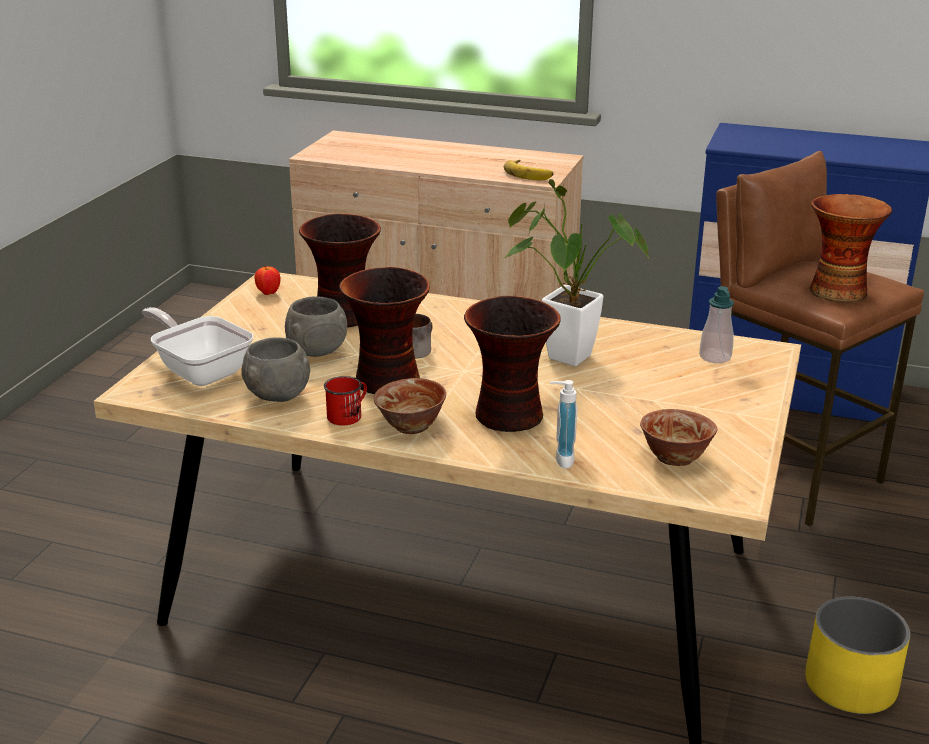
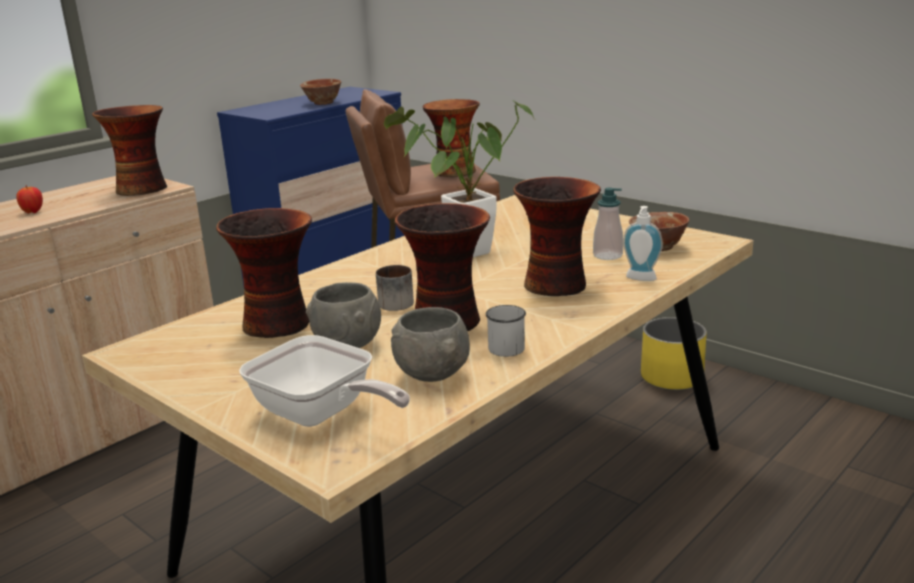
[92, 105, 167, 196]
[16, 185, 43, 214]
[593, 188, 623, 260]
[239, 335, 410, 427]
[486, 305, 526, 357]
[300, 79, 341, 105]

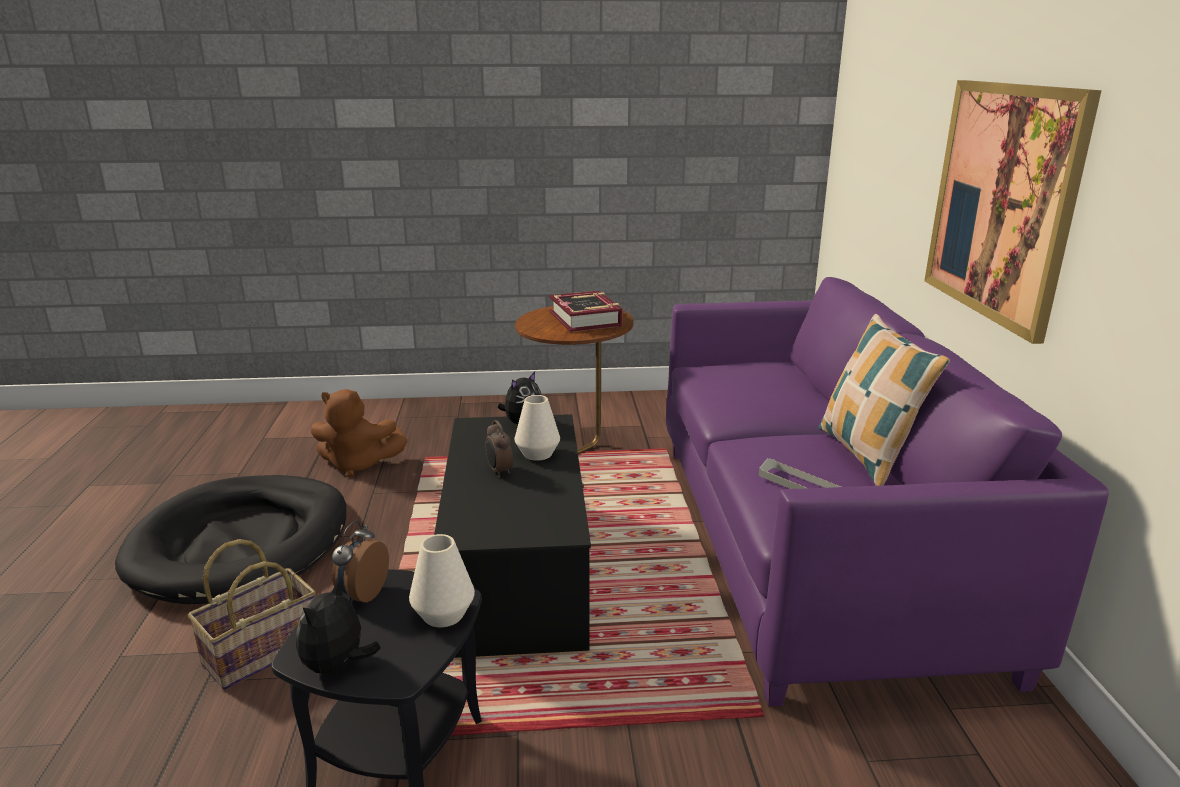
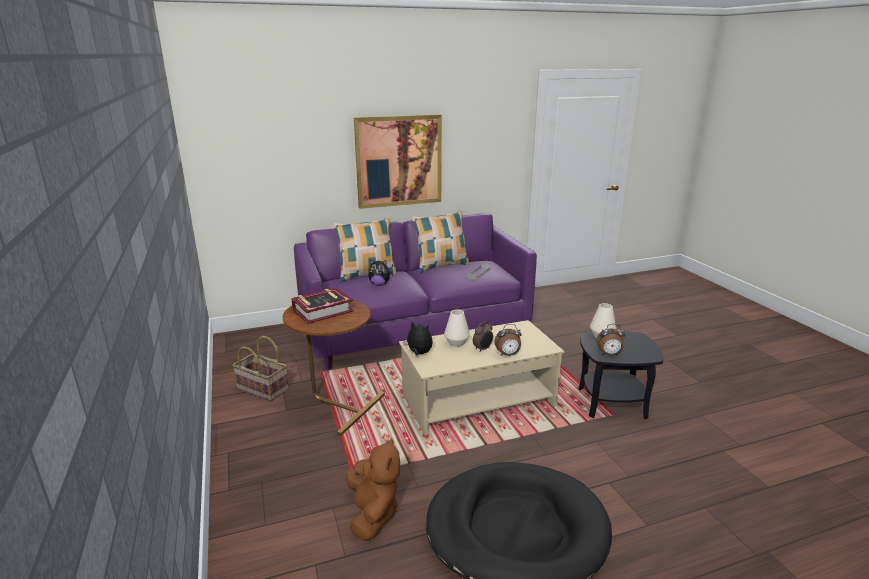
[399, 320, 564, 435]
[232, 336, 289, 402]
[368, 259, 393, 286]
[333, 218, 396, 282]
[494, 324, 522, 356]

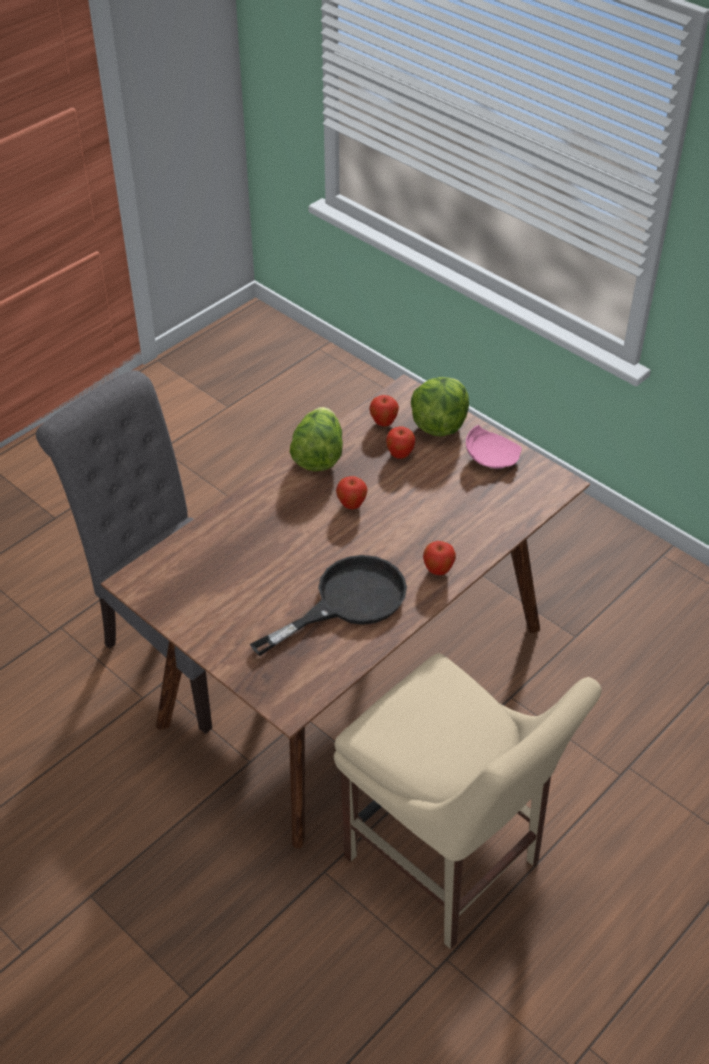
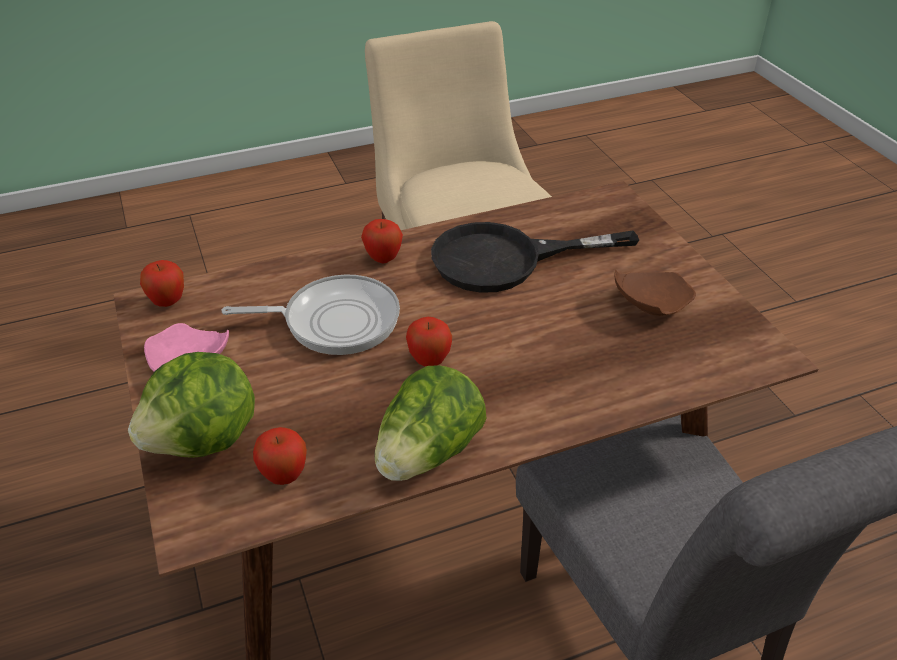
[140, 260, 184, 307]
[615, 270, 696, 316]
[221, 274, 400, 355]

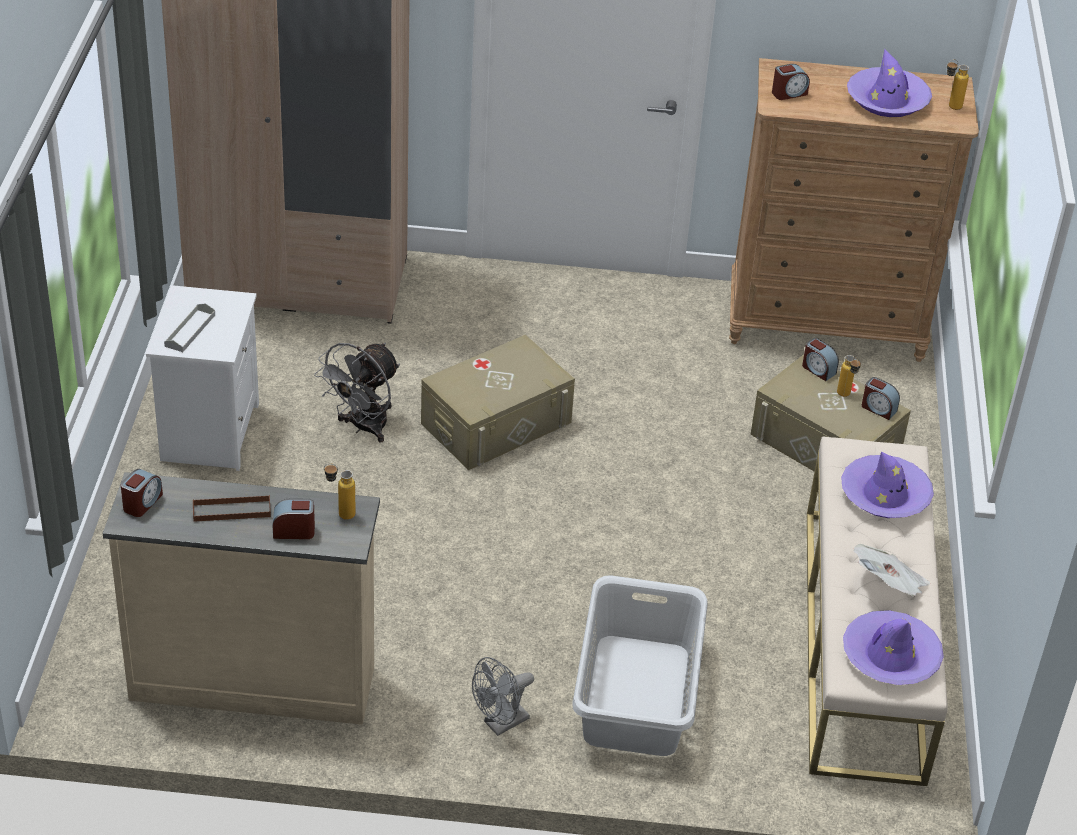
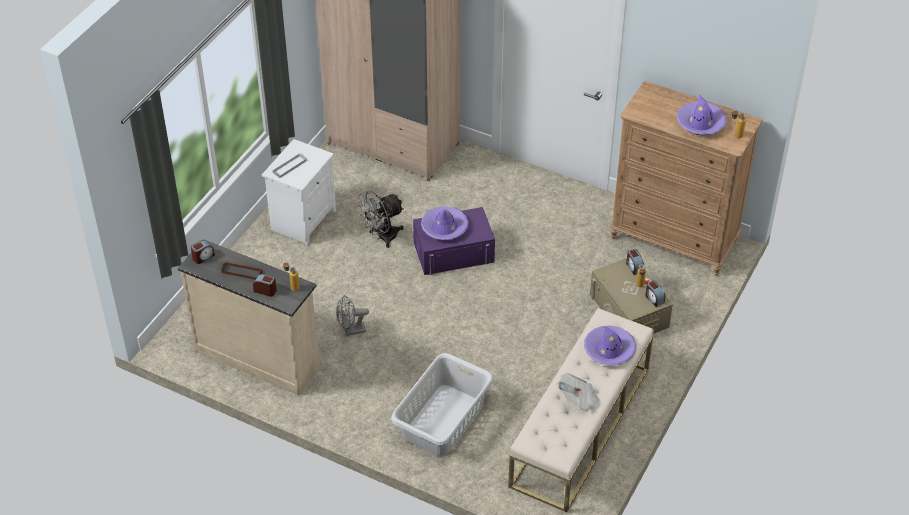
[772, 64, 810, 100] (first image)
[413, 207, 495, 275]
[421, 206, 469, 240]
[336, 295, 369, 336]

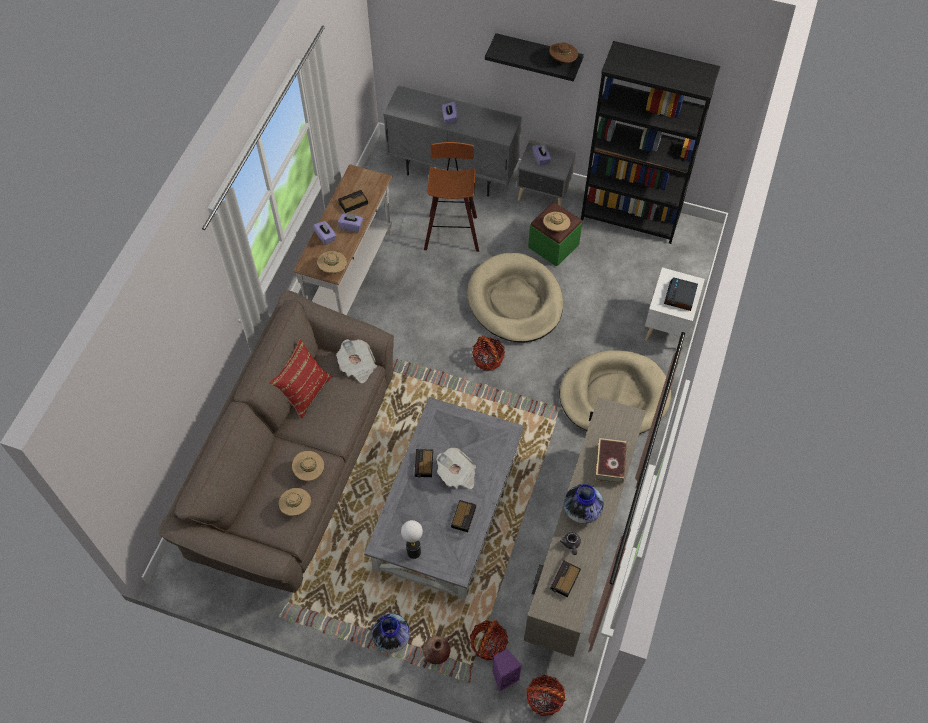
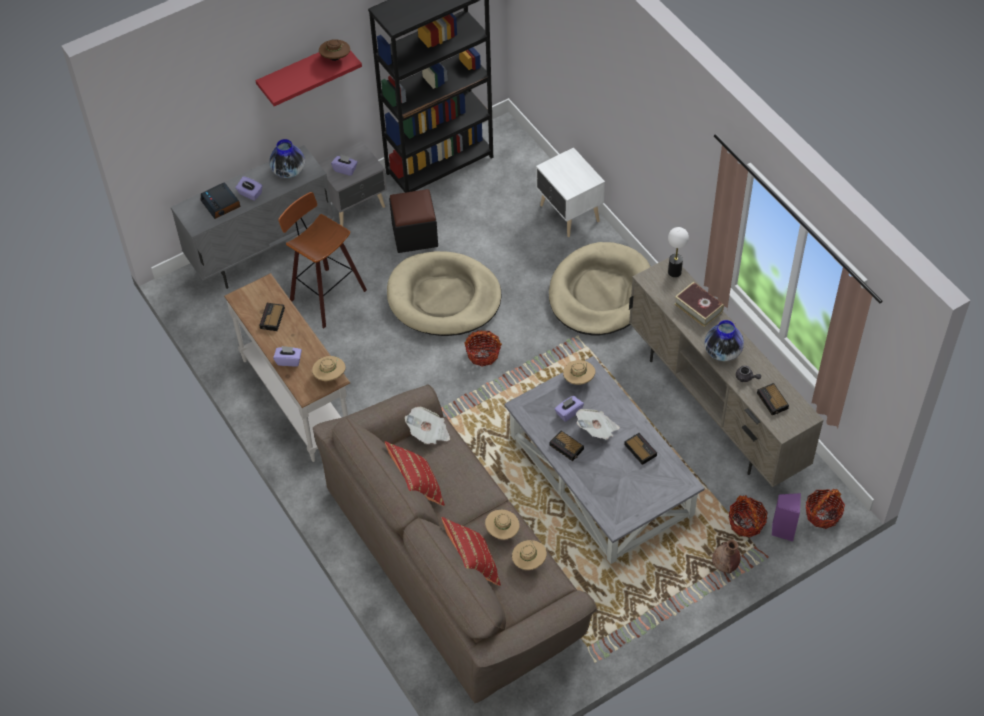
[256, 50, 362, 106]
[389, 189, 438, 253]
[563, 360, 595, 385]
[555, 396, 584, 422]
[201, 182, 240, 219]
[668, 227, 689, 277]
[269, 139, 305, 178]
[442, 517, 501, 586]

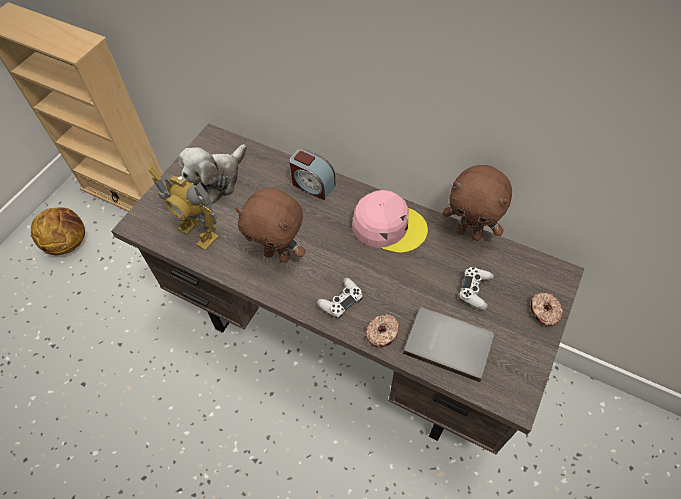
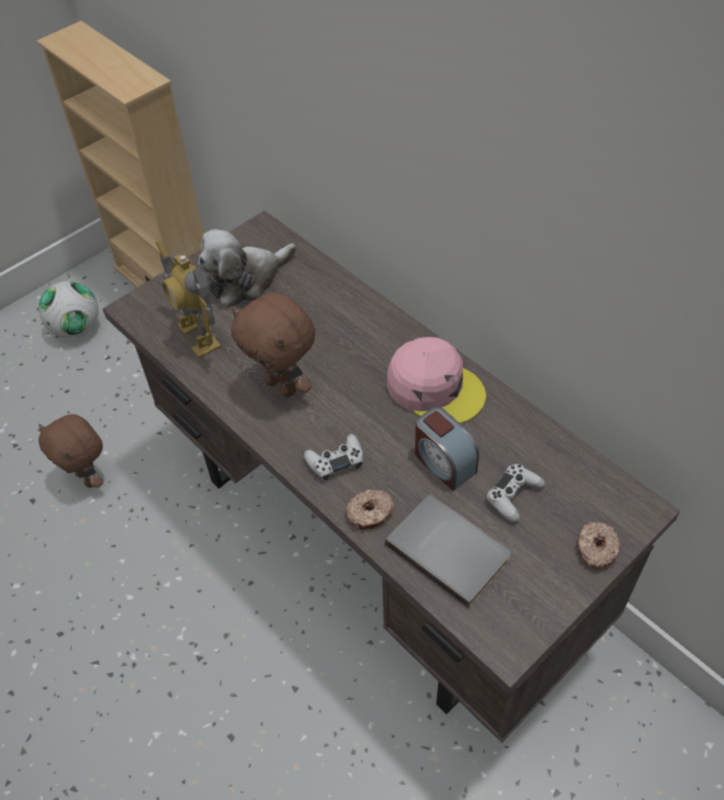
[415, 407, 479, 491]
[38, 414, 103, 488]
[39, 281, 99, 338]

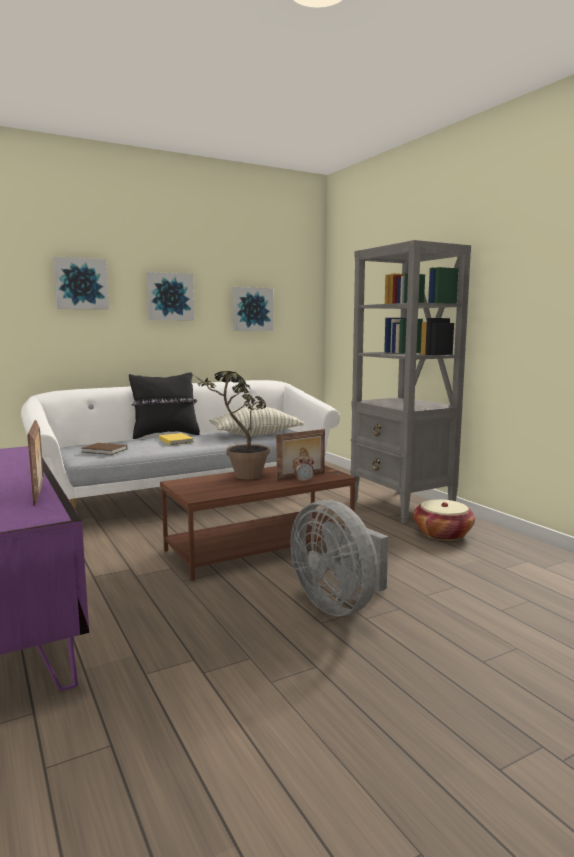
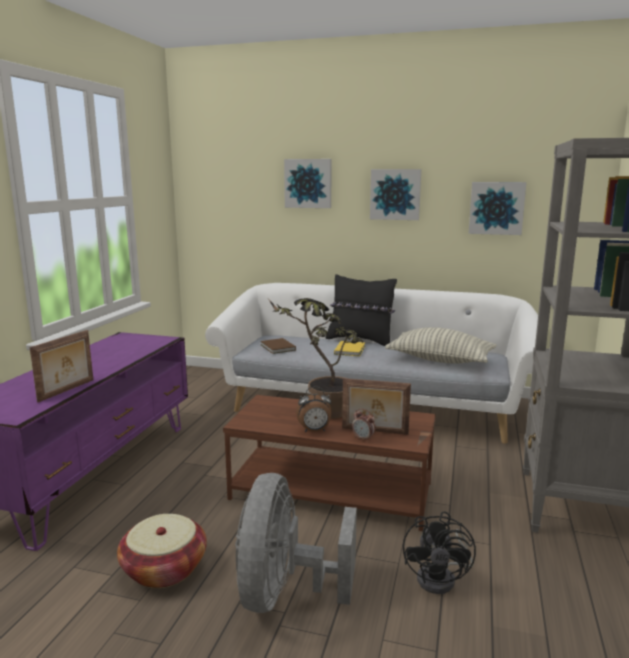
[117, 514, 207, 588]
[296, 387, 332, 432]
[403, 511, 476, 594]

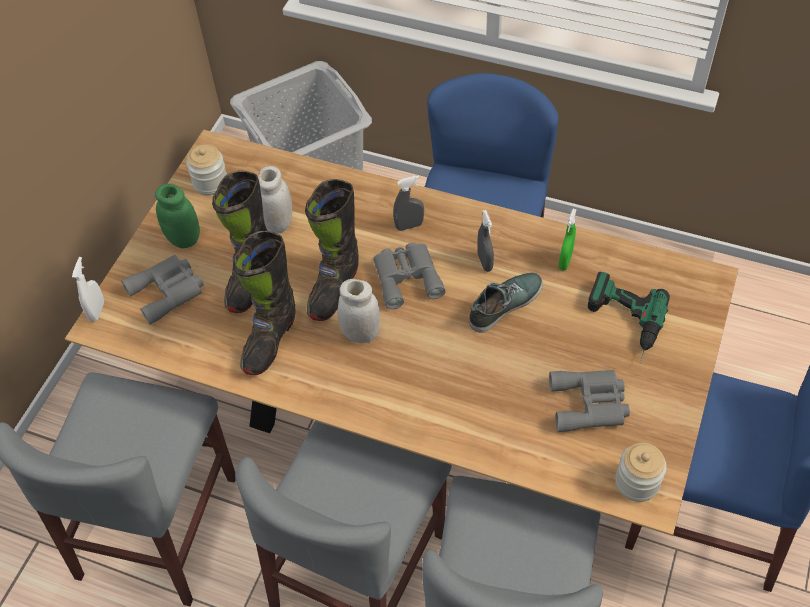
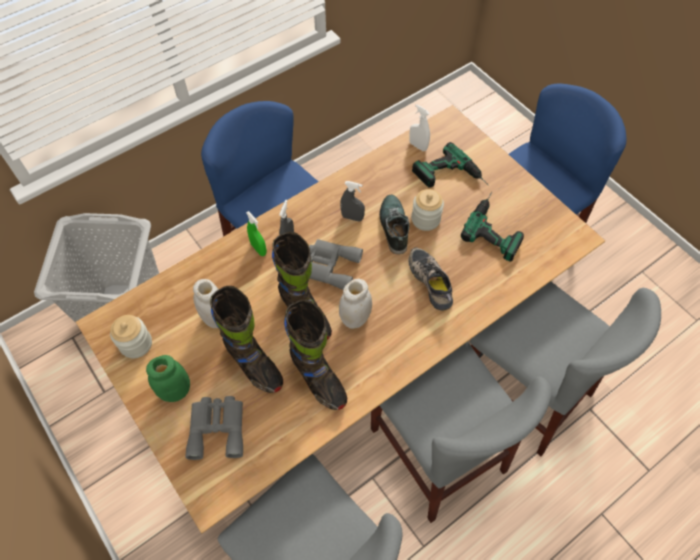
[246, 211, 267, 256]
[409, 104, 430, 151]
[461, 192, 524, 261]
[411, 189, 444, 231]
[408, 247, 453, 311]

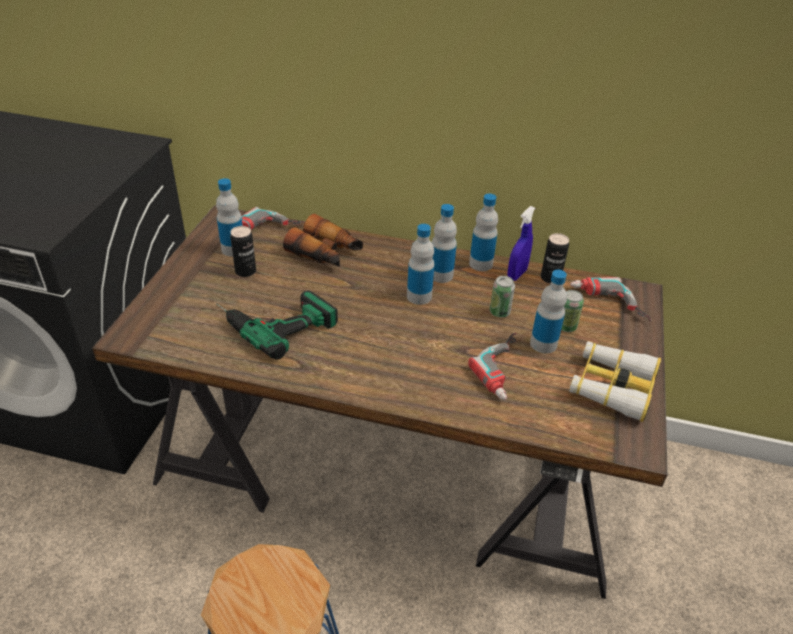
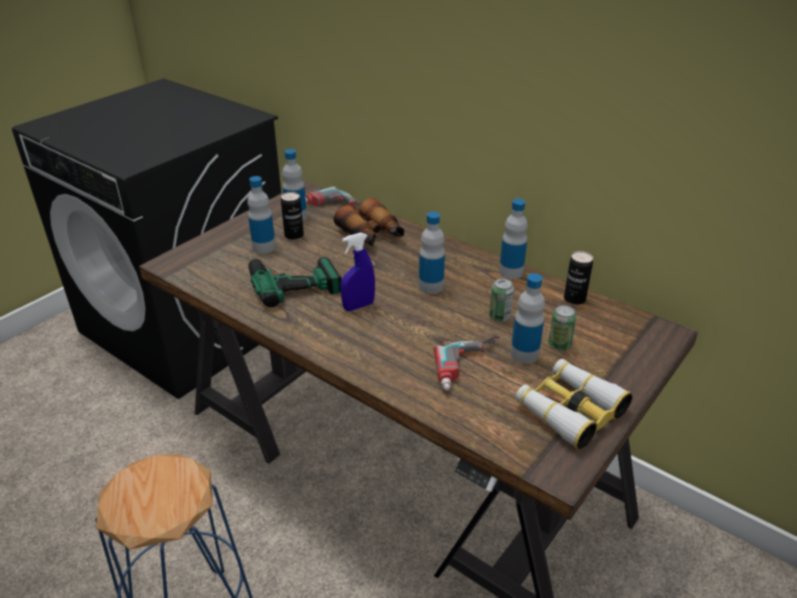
[247, 176, 276, 254]
[341, 232, 375, 311]
[570, 277, 651, 321] (first image)

